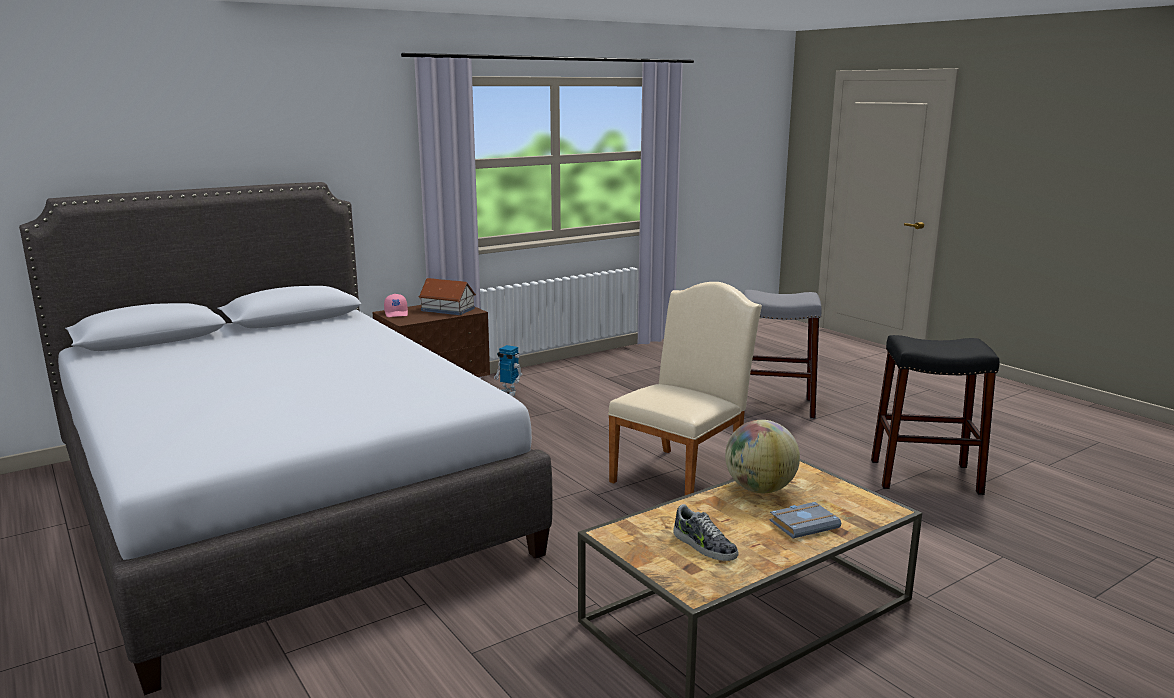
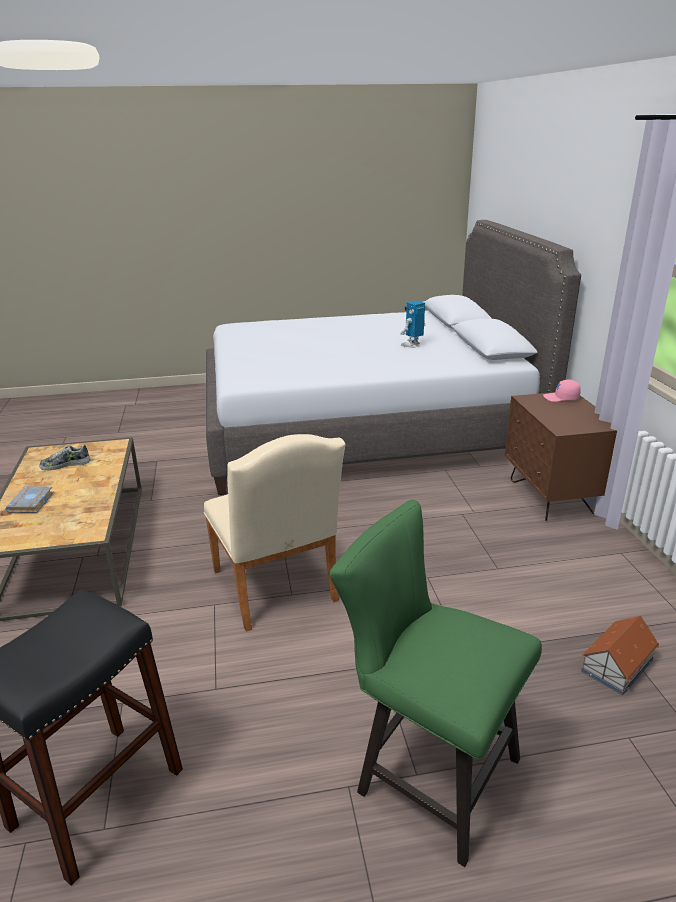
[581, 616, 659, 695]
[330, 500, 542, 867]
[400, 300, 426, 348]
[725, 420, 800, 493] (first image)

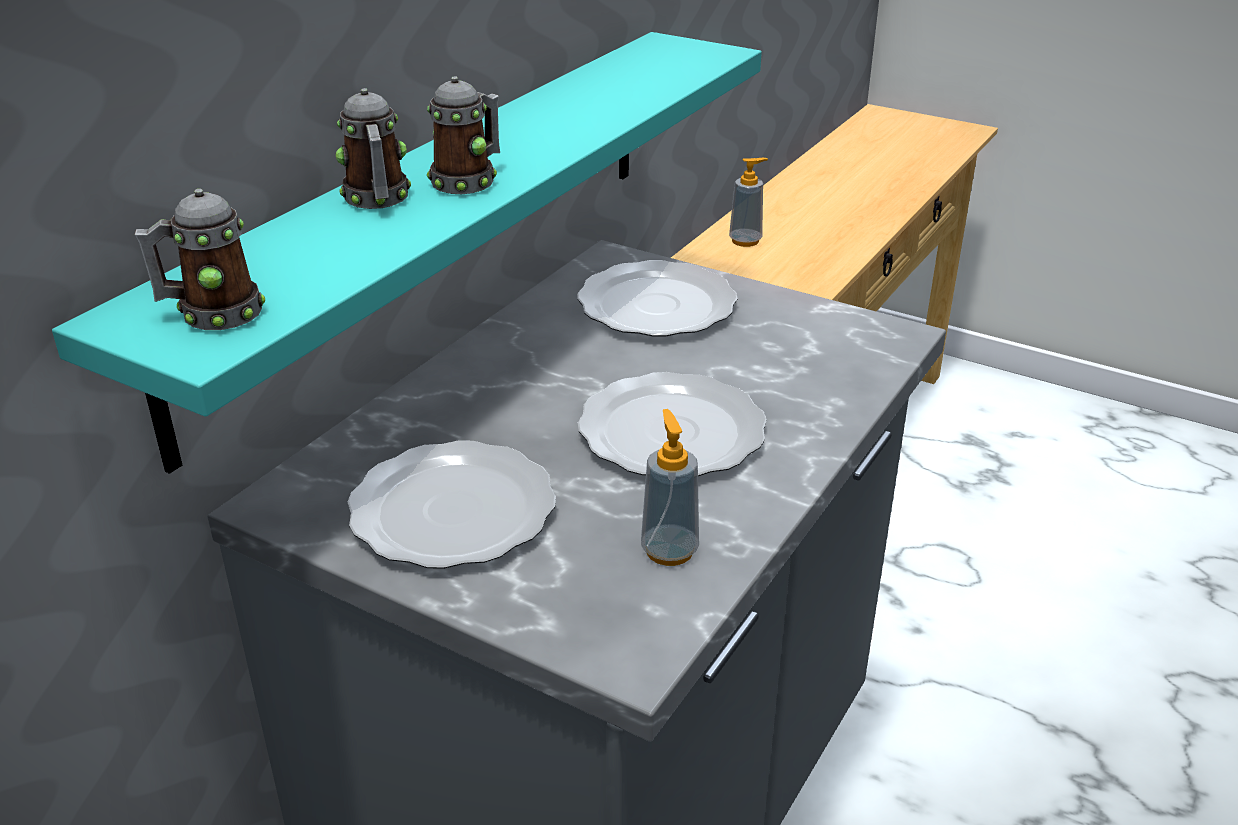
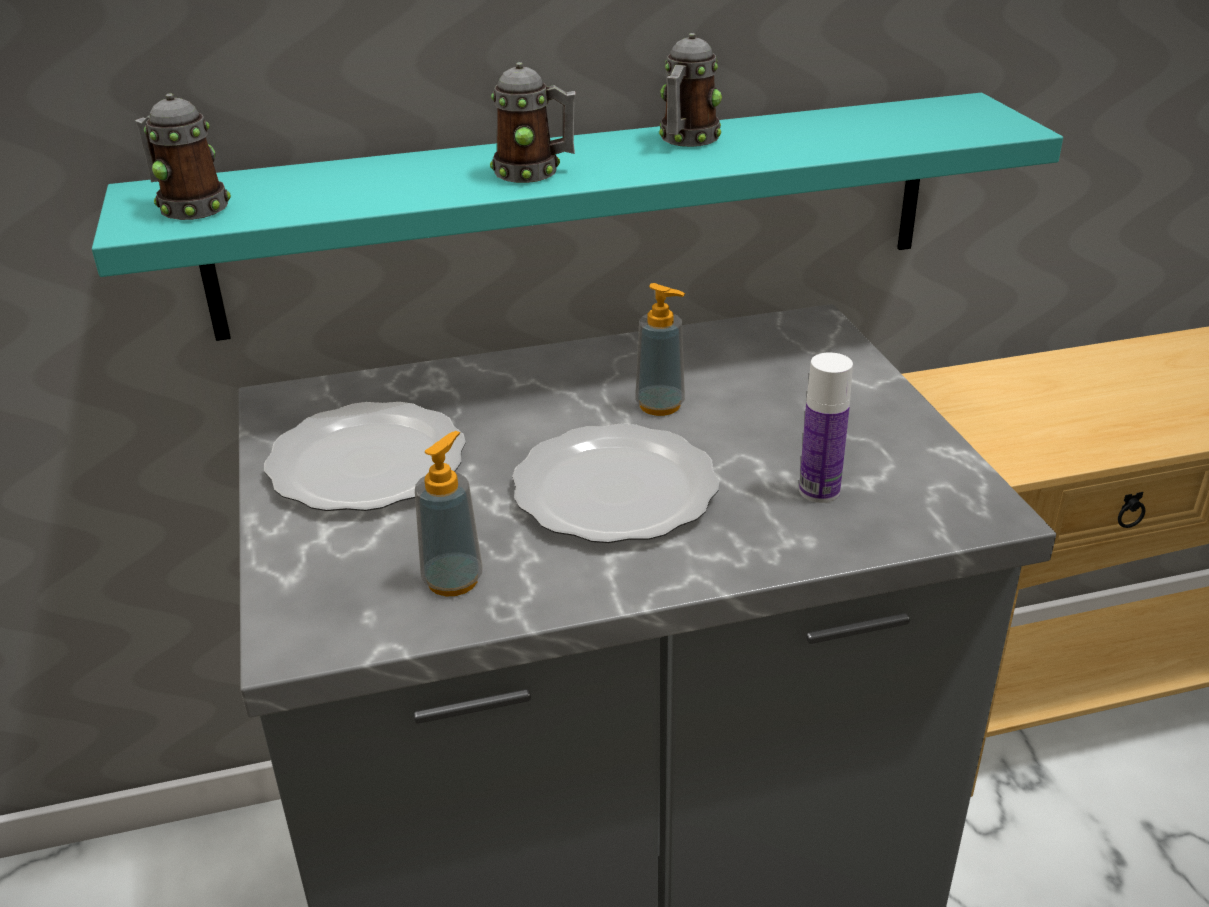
[659, 33, 722, 147]
[635, 283, 685, 416]
[577, 260, 738, 337] (first image)
[799, 352, 853, 503]

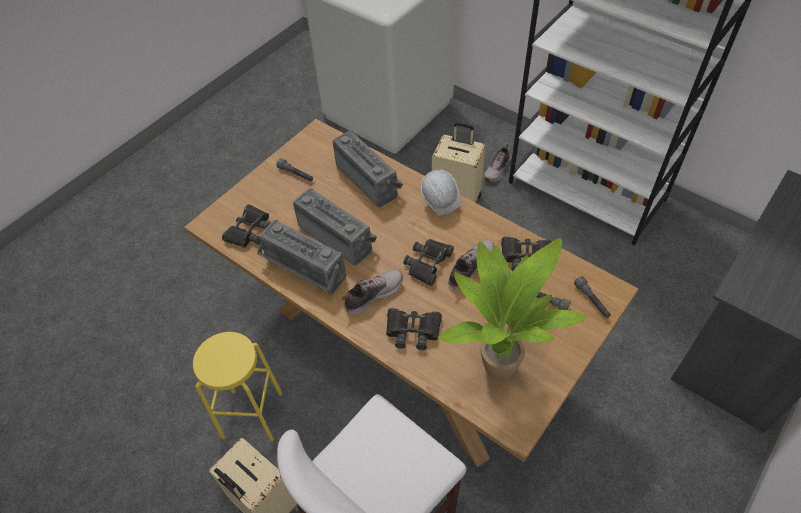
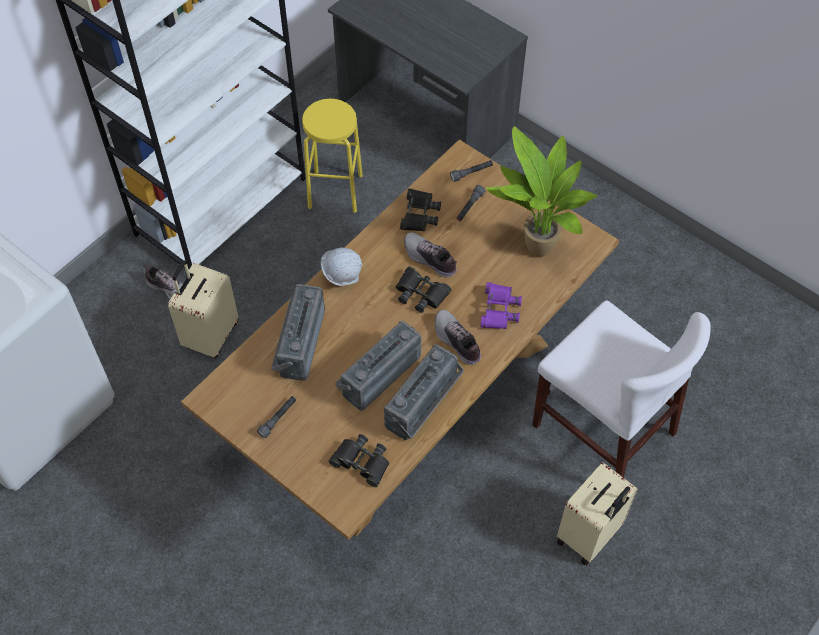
[271, 284, 325, 381]
[480, 282, 522, 329]
[302, 99, 363, 213]

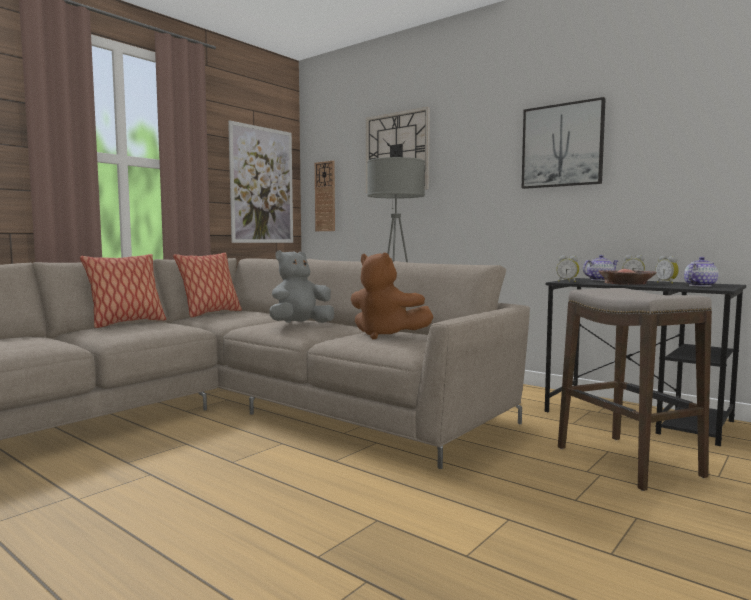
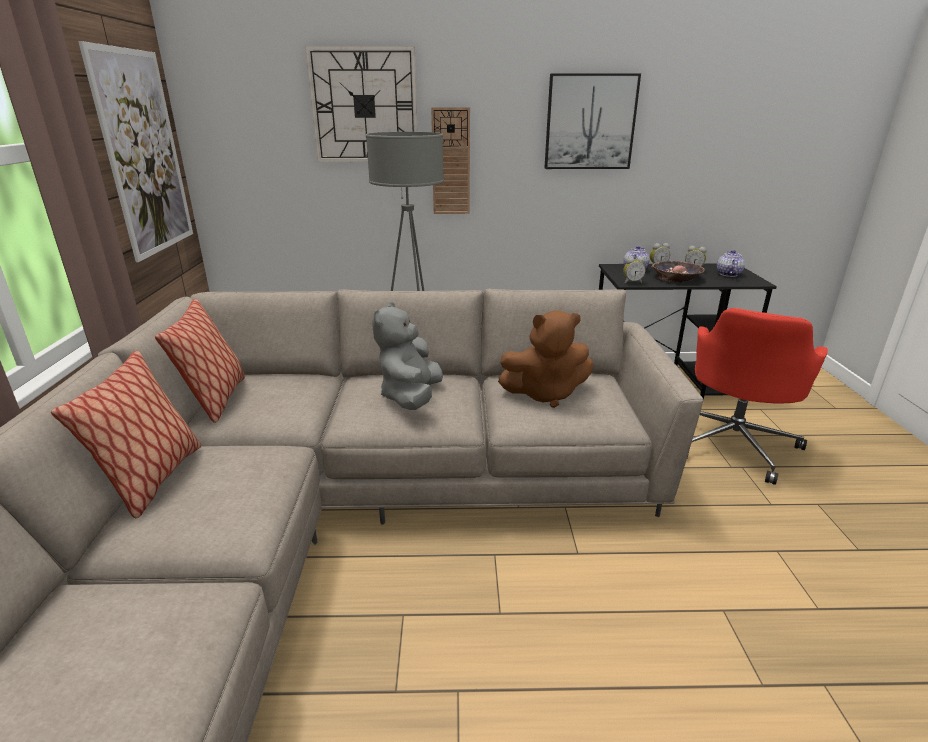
[431, 107, 470, 214]
[687, 308, 828, 485]

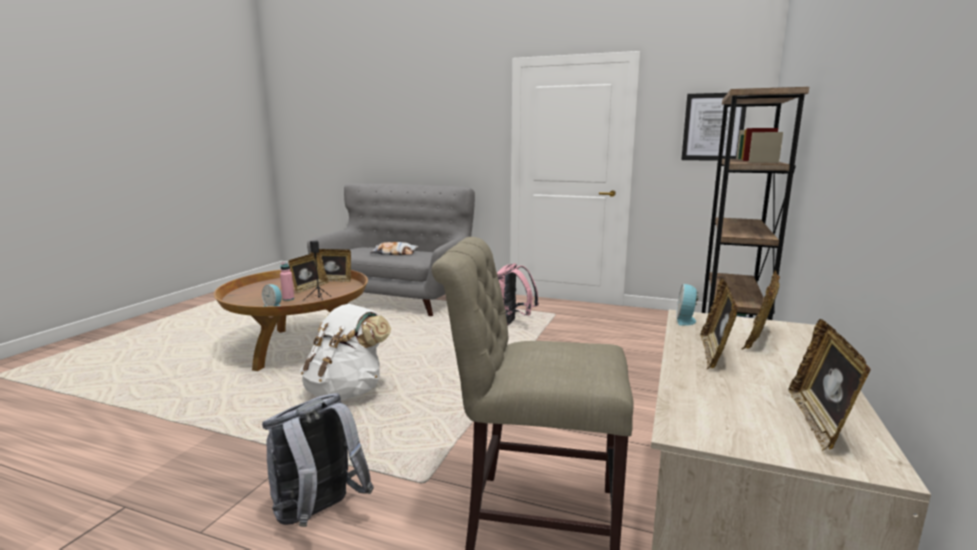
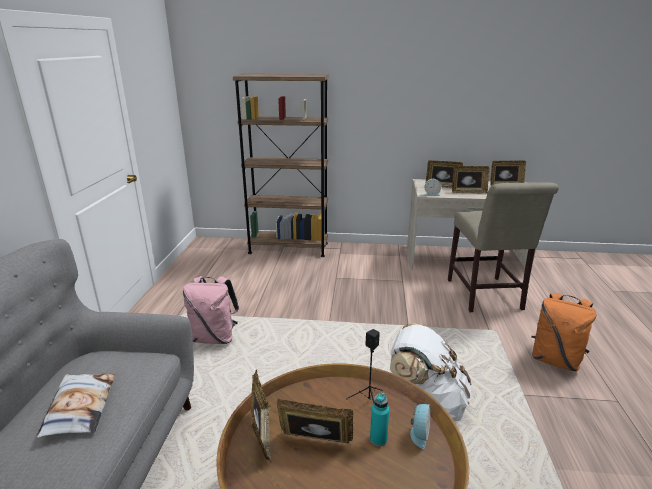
[681, 93, 746, 161] (first image)
[370, 392, 389, 446]
[531, 293, 596, 371]

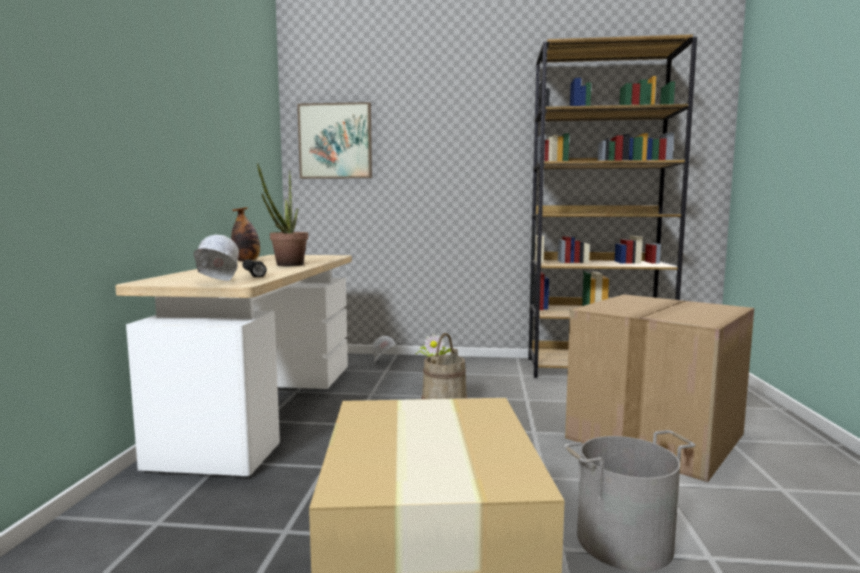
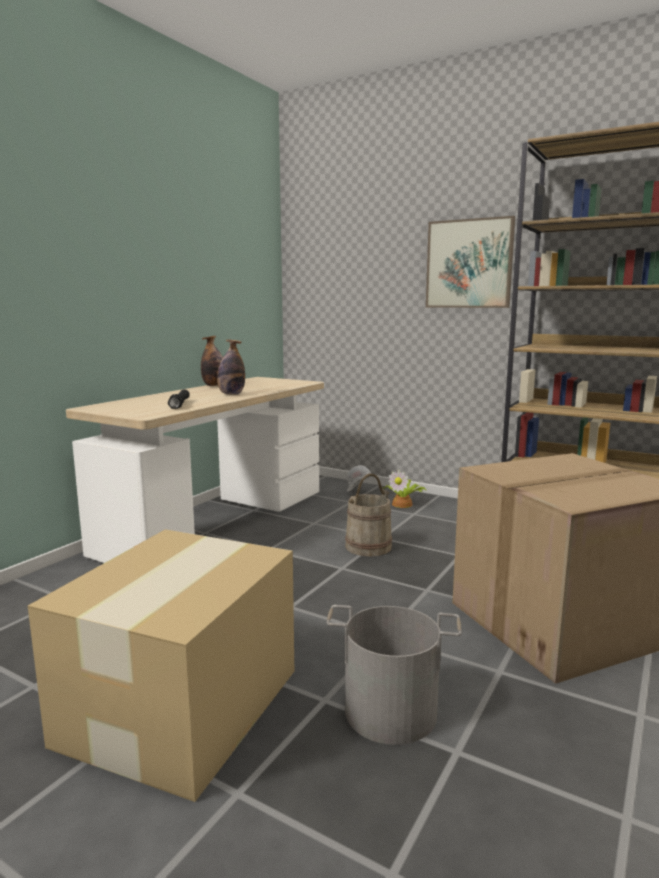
[426, 216, 515, 308]
[217, 339, 245, 395]
[194, 234, 239, 281] (first image)

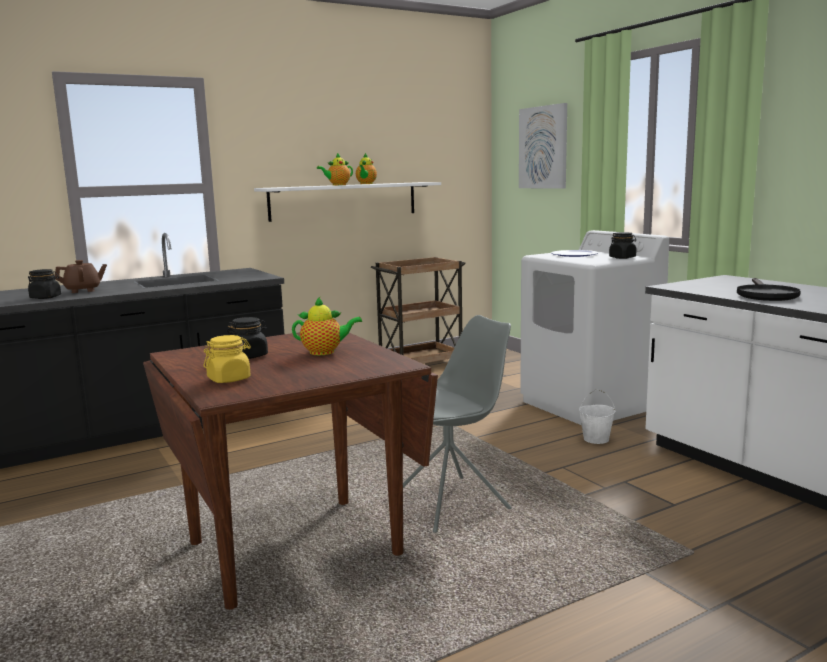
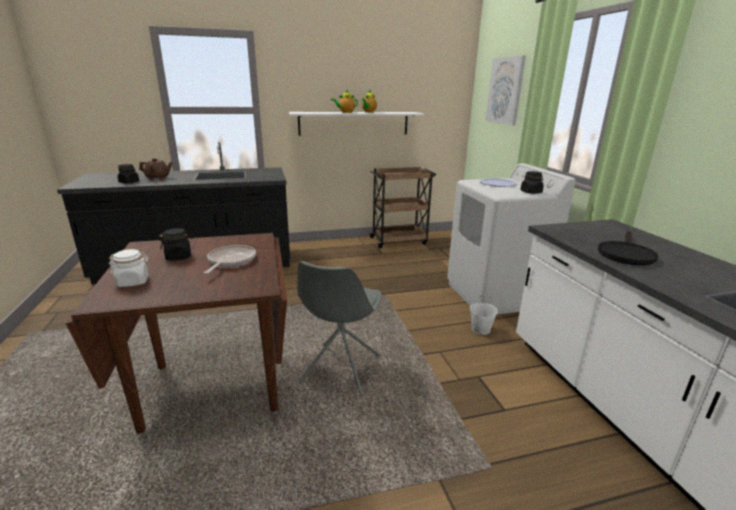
[204, 245, 256, 274]
[297, 261, 382, 396]
[109, 249, 149, 287]

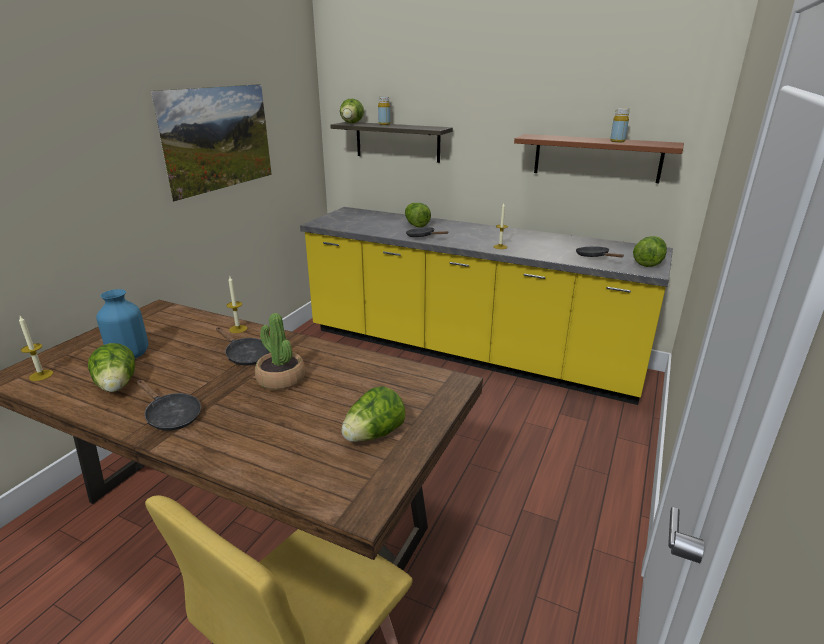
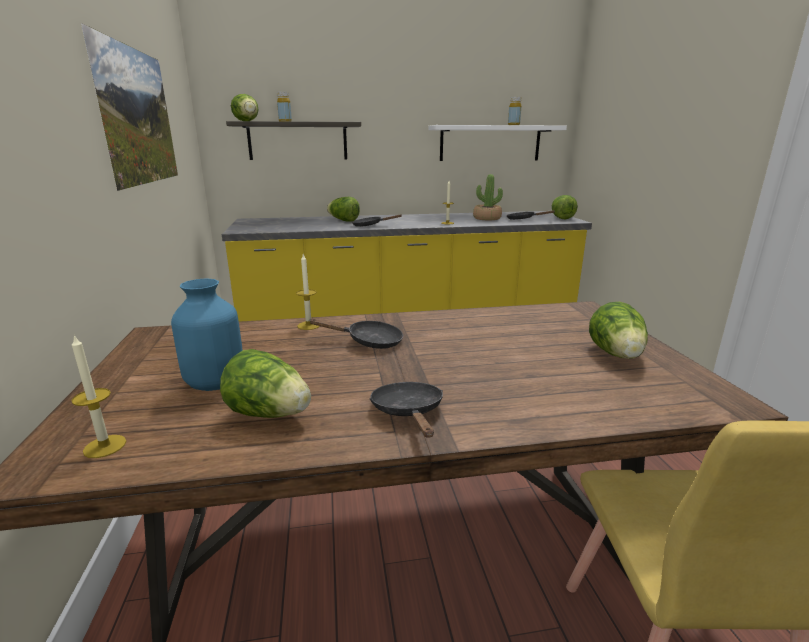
[428, 125, 567, 161]
[473, 174, 503, 220]
[369, 382, 443, 438]

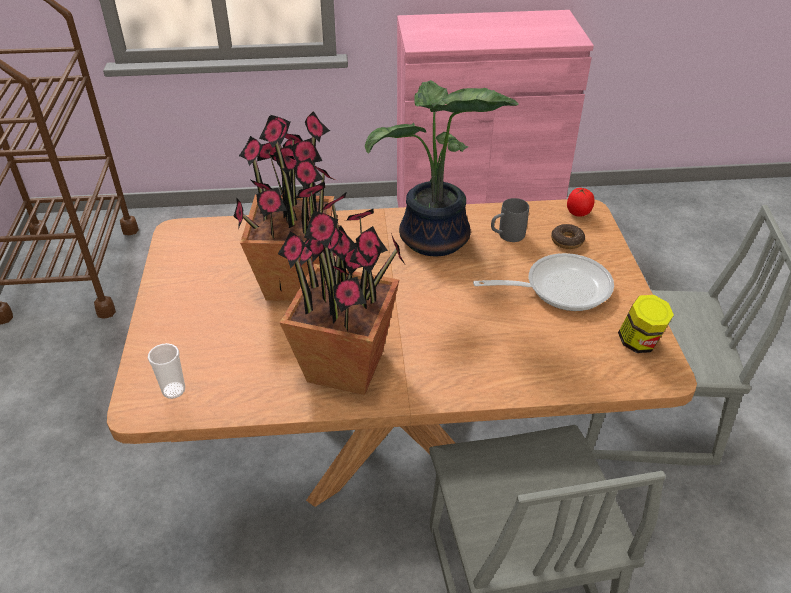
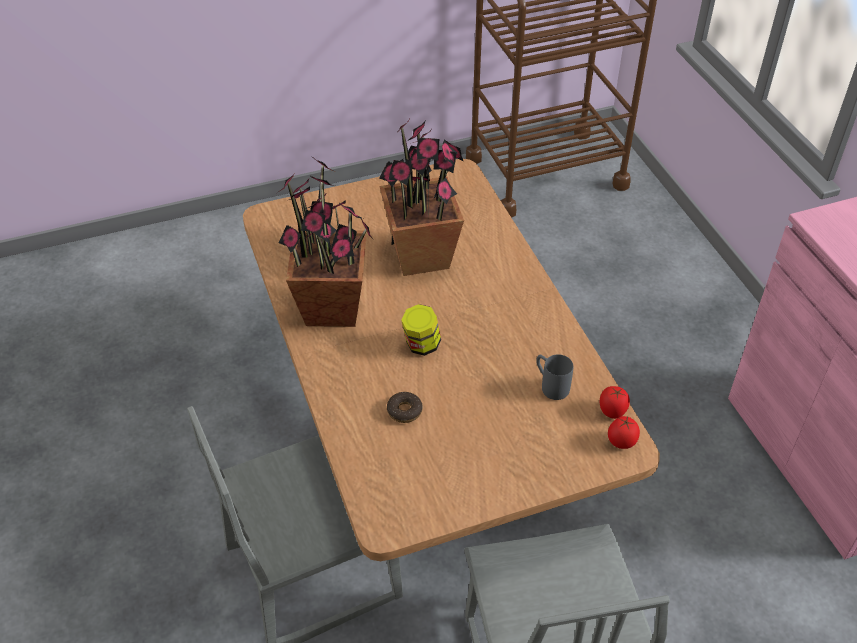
[365, 80, 519, 256] (first image)
[387, 392, 423, 423]
[473, 253, 614, 311] (first image)
[401, 304, 441, 356]
[148, 343, 185, 399] (first image)
[600, 386, 630, 419]

